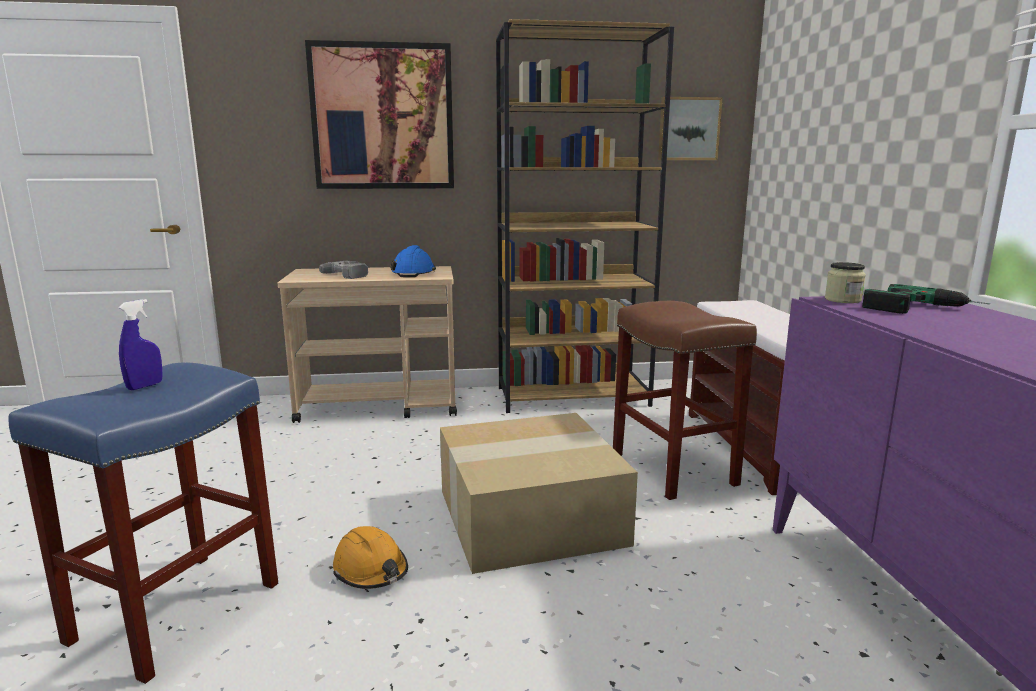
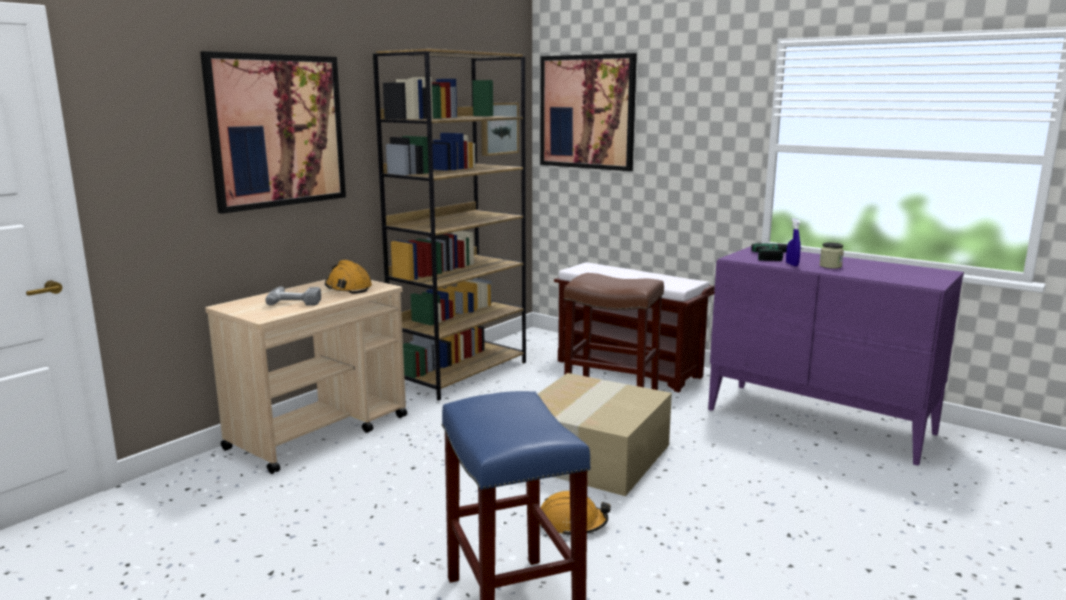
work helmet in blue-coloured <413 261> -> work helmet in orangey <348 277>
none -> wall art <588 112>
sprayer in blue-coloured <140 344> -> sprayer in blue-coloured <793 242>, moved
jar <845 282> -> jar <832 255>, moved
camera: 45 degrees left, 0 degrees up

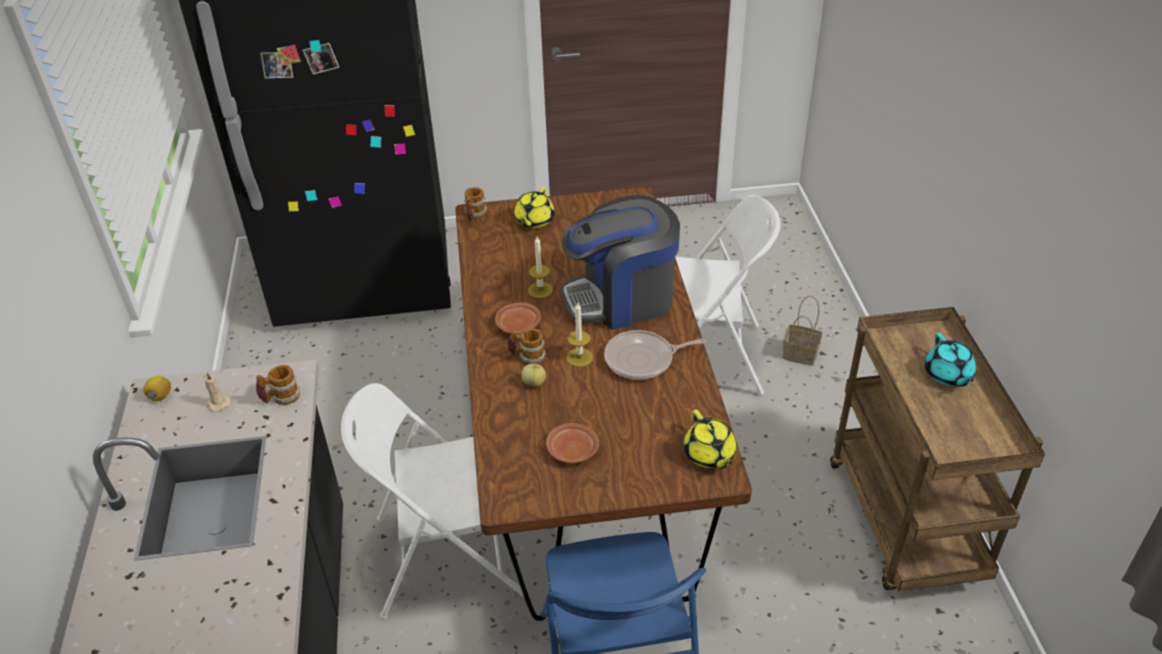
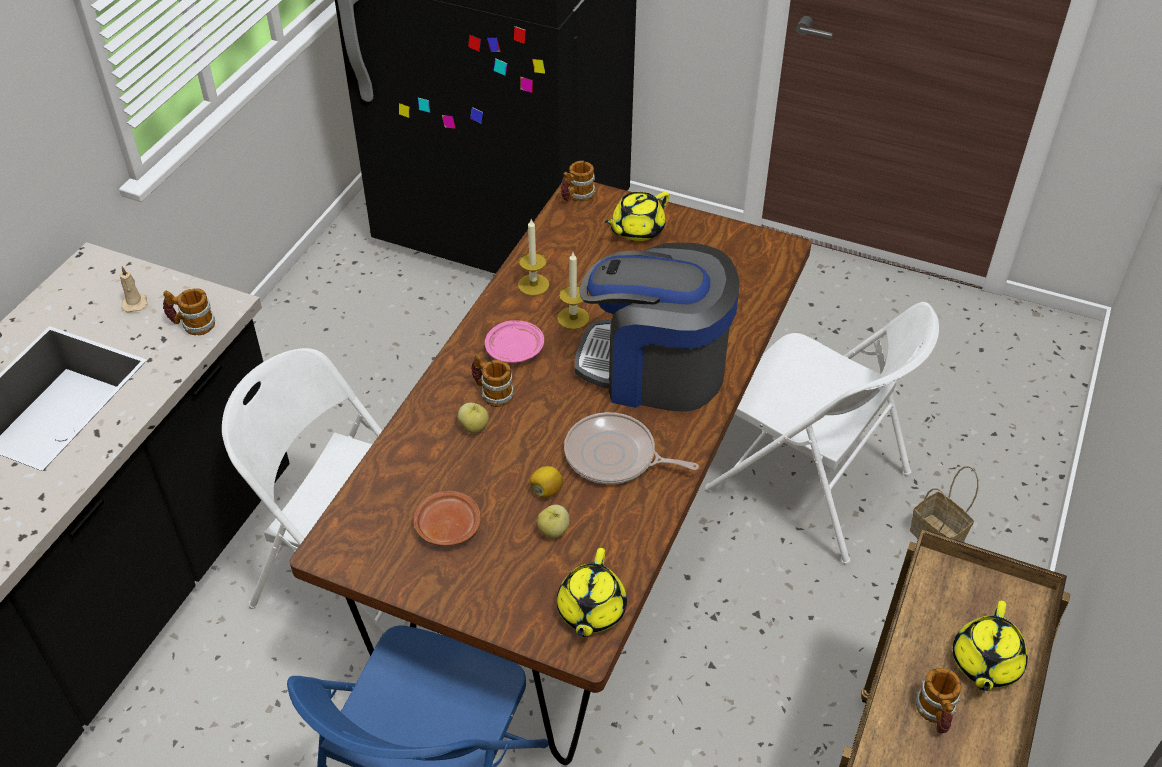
dinner plate in brown <518 318> -> dinner plate in pinkish <514 341>
candle <579 335> -> candle <533 257>, moved
whole lemon <157 388> -> whole lemon <546 482>, moved
none -> apple fruit <553 521>
none -> coffee mug <939 700>
tea pot in turquoise <950 360> -> tea pot in yellow <990 646>
camera: 30 degrees right, 5 degrees up

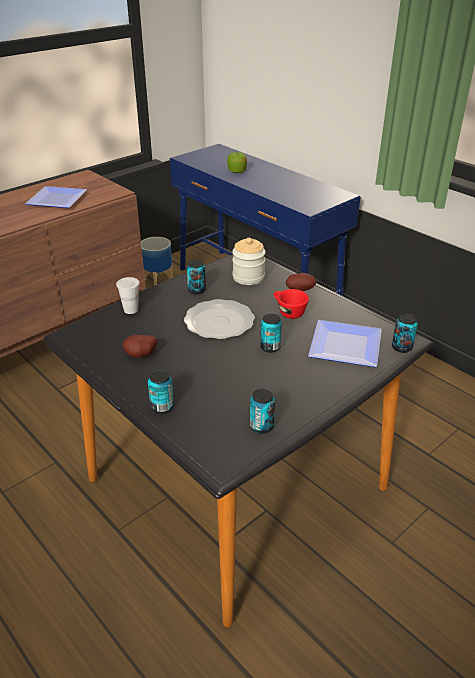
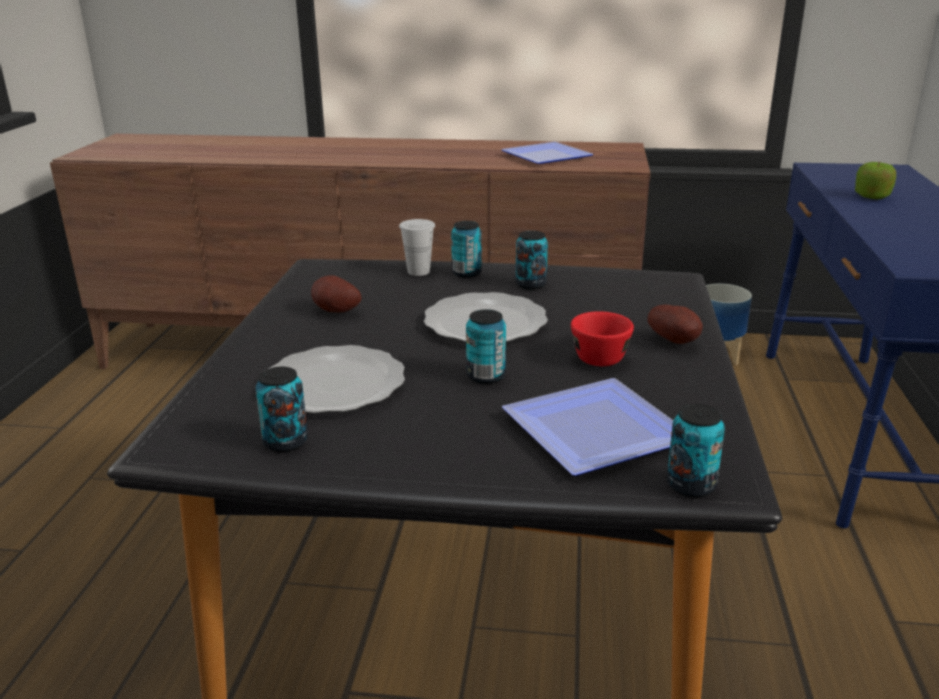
none -> dinner plate <336 379>
sealed can <161 392> -> sealed can <466 249>, moved
jar <249 261> -> none
camera: 50 degrees right, 10 degrees down

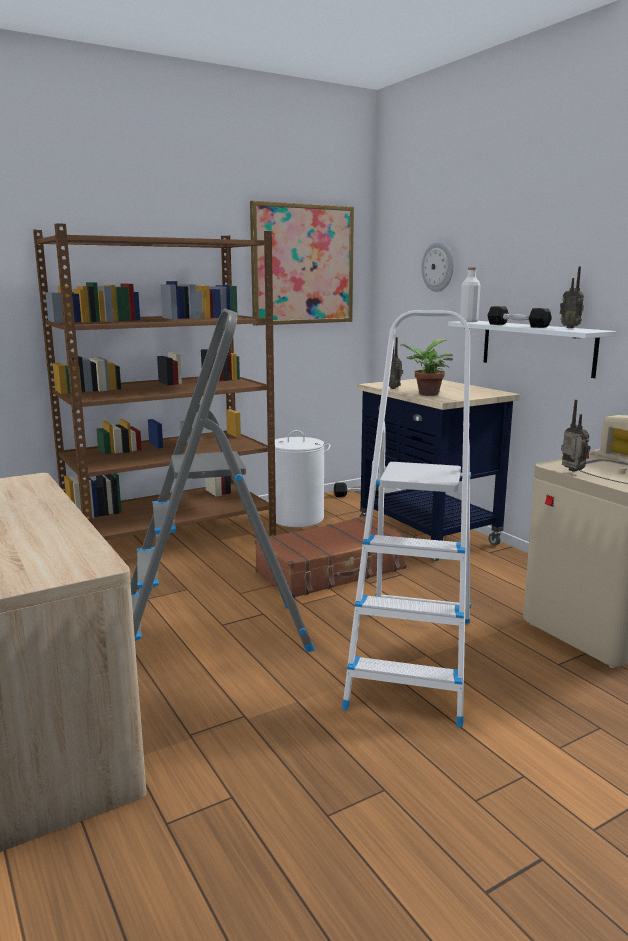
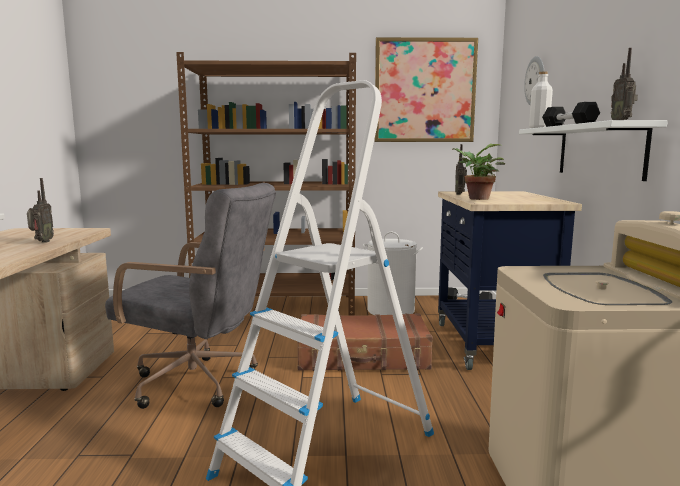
radio receiver <576 436> -> radio receiver <40 210>, moved
step ladder in greyish <222 480> -> office chair in greyish <190 296>
camera: 30 degrees right, 5 degrees down

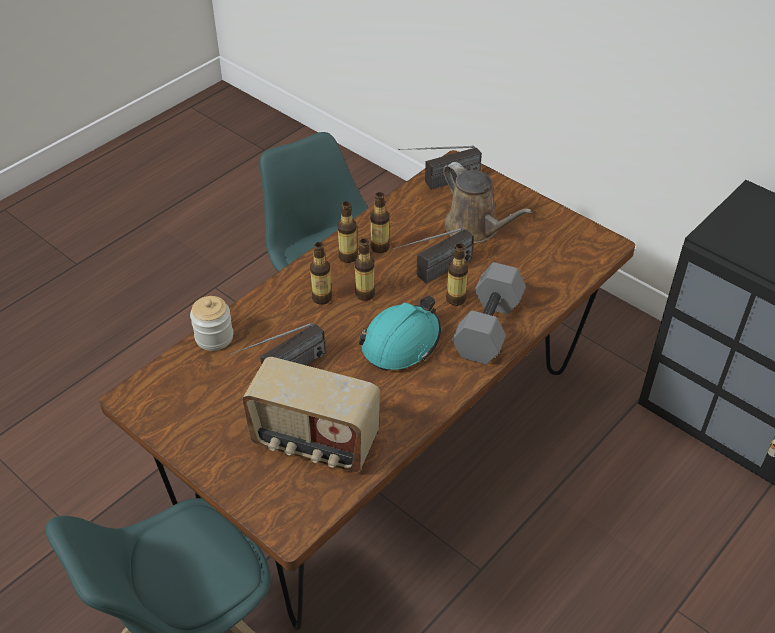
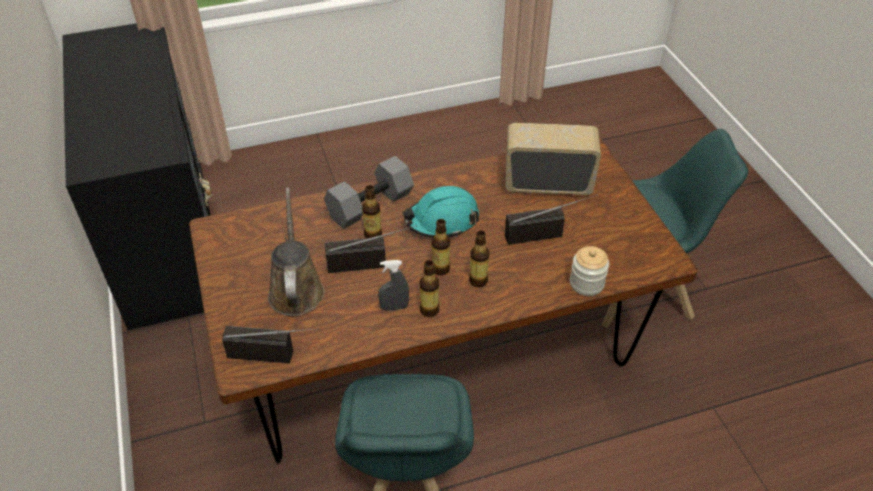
drink bottle <380 222> -> sprayer in greyish <393 285>
radio receiver <311 414> -> radio receiver <553 159>, 45 degrees counterclockwise
camera: 150 degrees left, 0 degrees up

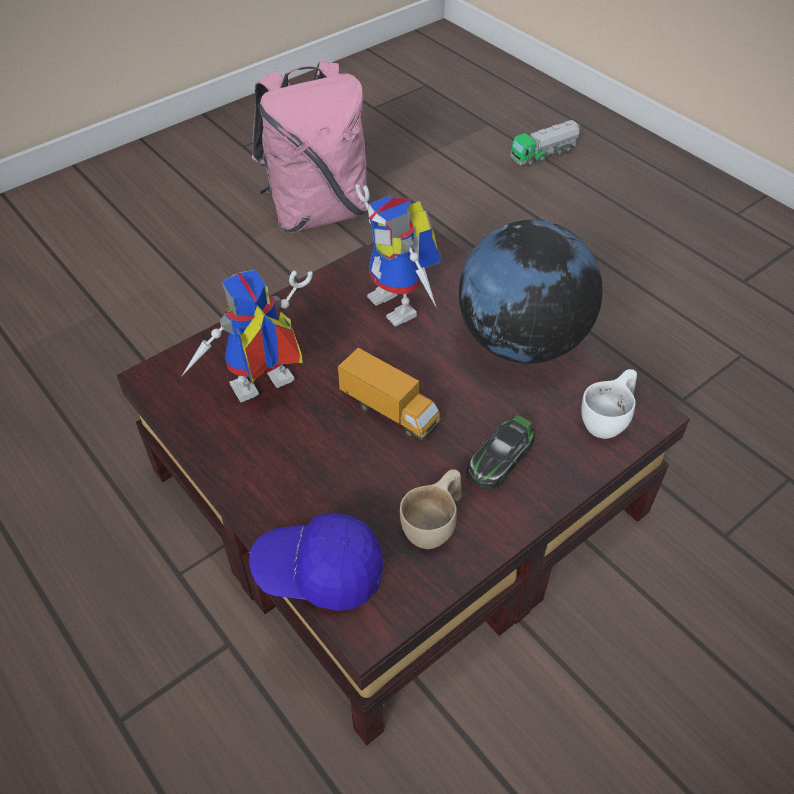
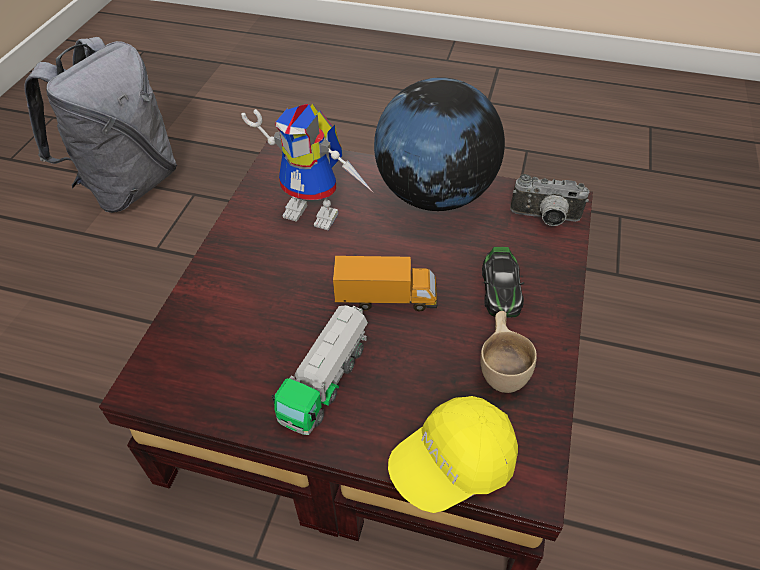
backpack in pinkish <309 146> -> backpack in greyish <100 125>
toy truck <545 143> -> toy truck <320 370>, moved
cap in blue-coloured <316 562> -> cap in yellow <453 454>
small cup in white-coloured <609 404> -> photo camera <549 200>
toy robot <247 336> -> none
camera: 35 degrees left, 0 degrees up

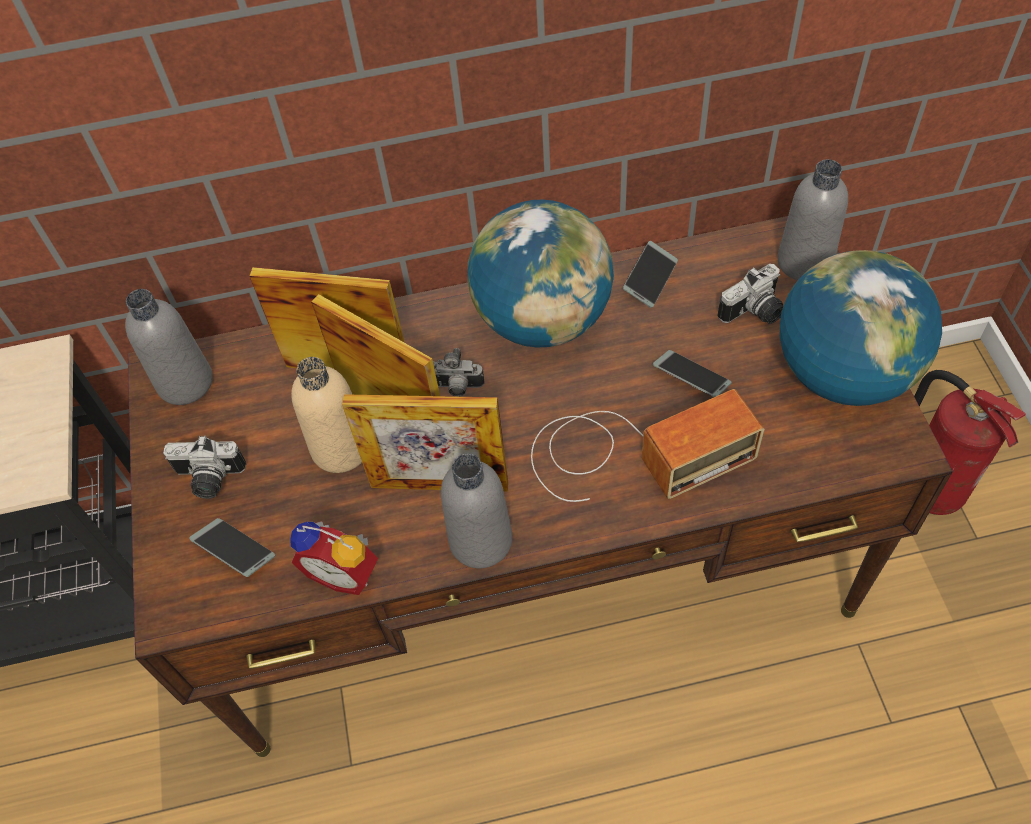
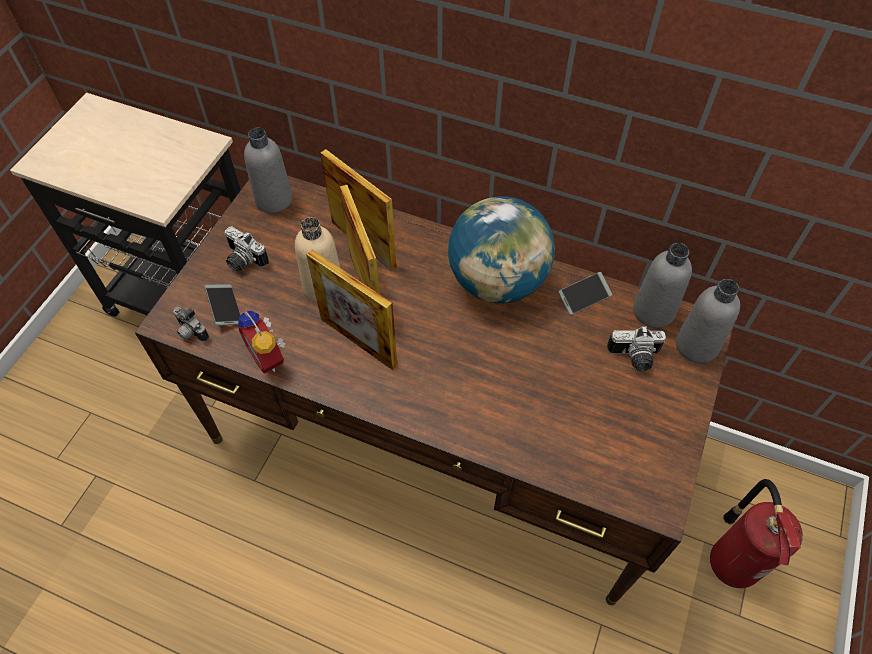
photo camera <459 372> -> photo camera <191 324>, moved
drink bottle in greyish <477 511> -> drink bottle in greyish <662 285>, moved
radio receiver <648 445> -> none
handset <692 373> -> none
desk globe <860 328> -> none
camera: 30 degrees right, 0 degrees up

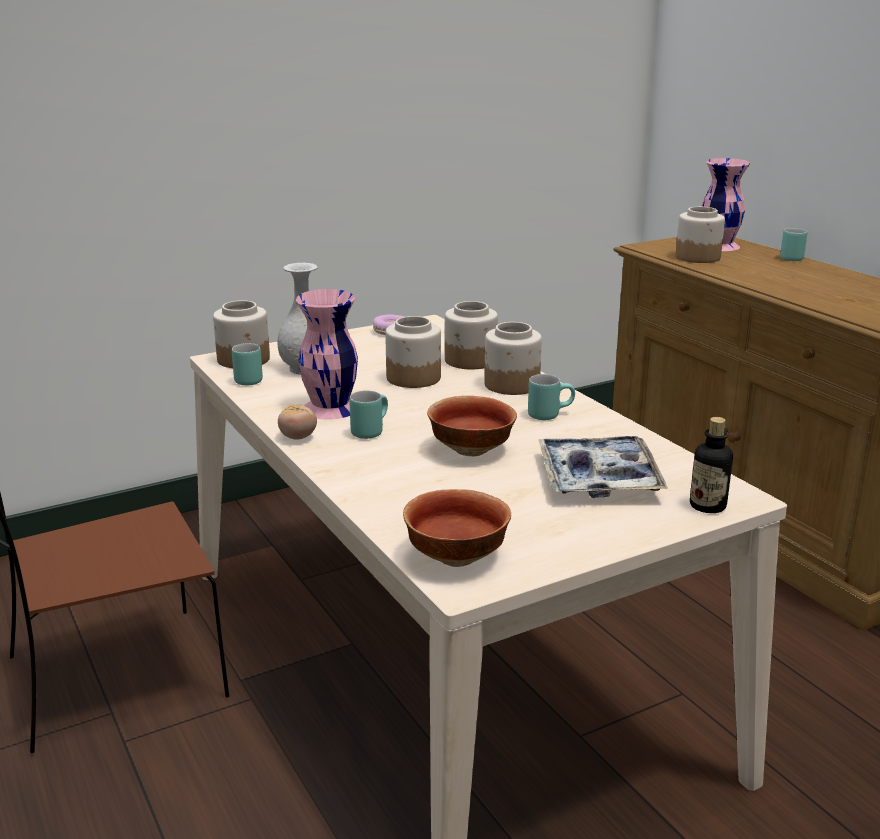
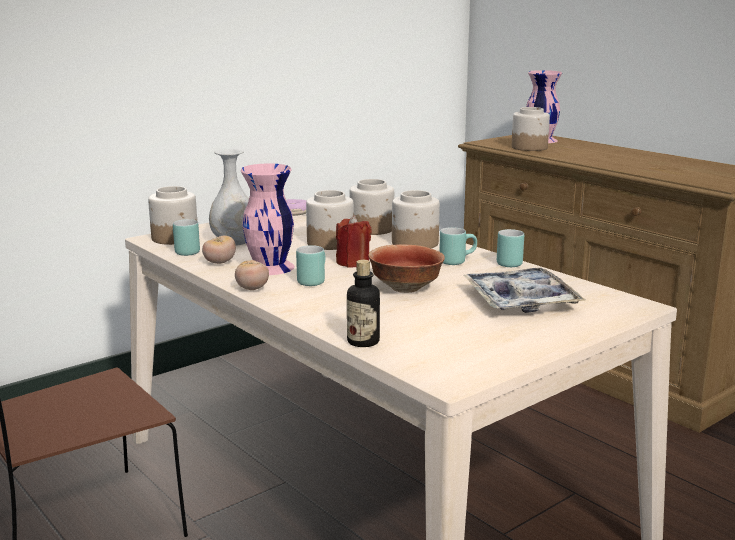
none -> fresh tomato <219 250>
none -> candle in reddish <354 241>
drink bottle <711 465> -> drink bottle <363 303>, moved
coffee mug in turquoise <794 244> -> coffee mug in turquoise <510 248>, moved
bowl <457 528> -> none
camera: 10 degrees left, 5 degrees down

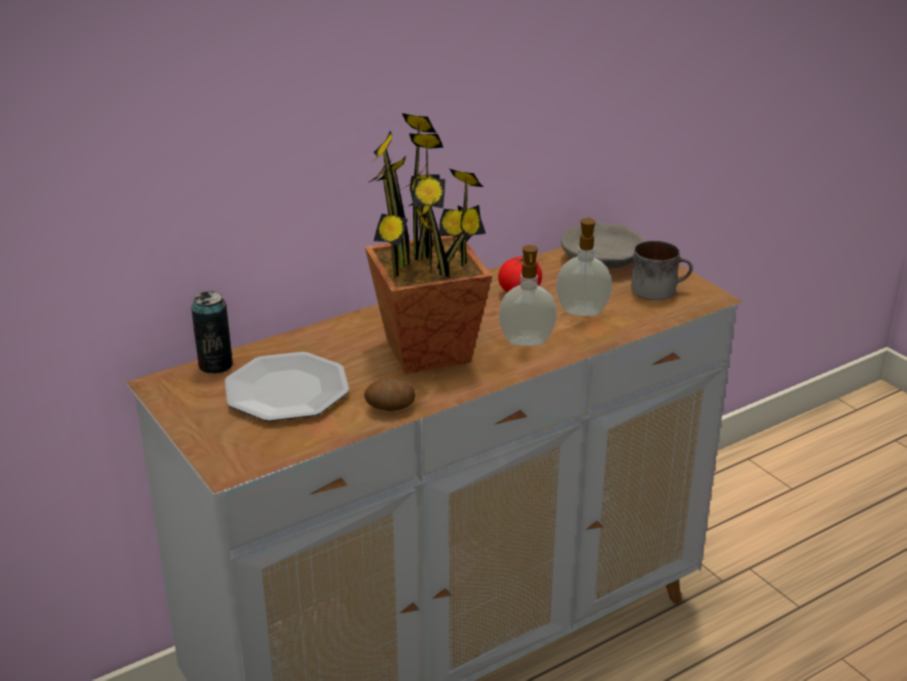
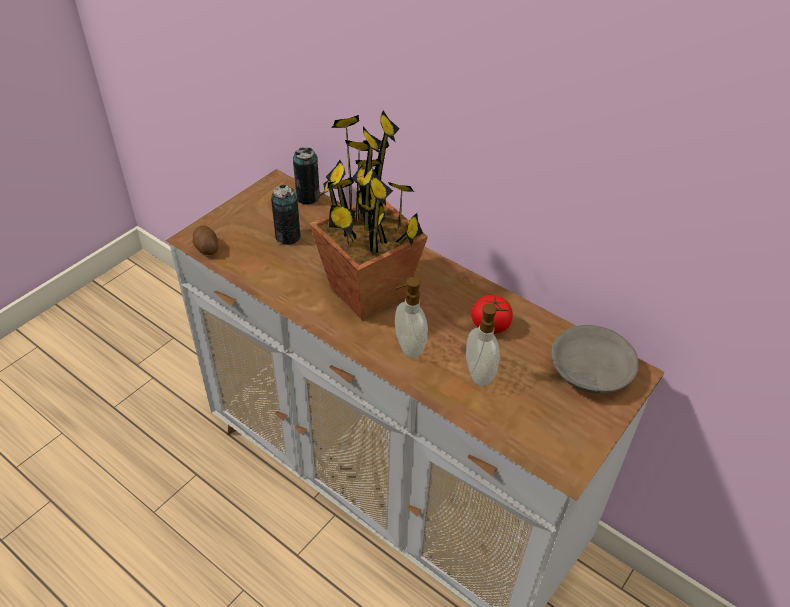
spud <390 394> -> spud <205 240>, moved
dinner plate <287 386> -> sealed can <286 215>
coffee mug <662 270> -> none
camera: 70 degrees right, 15 degrees up

